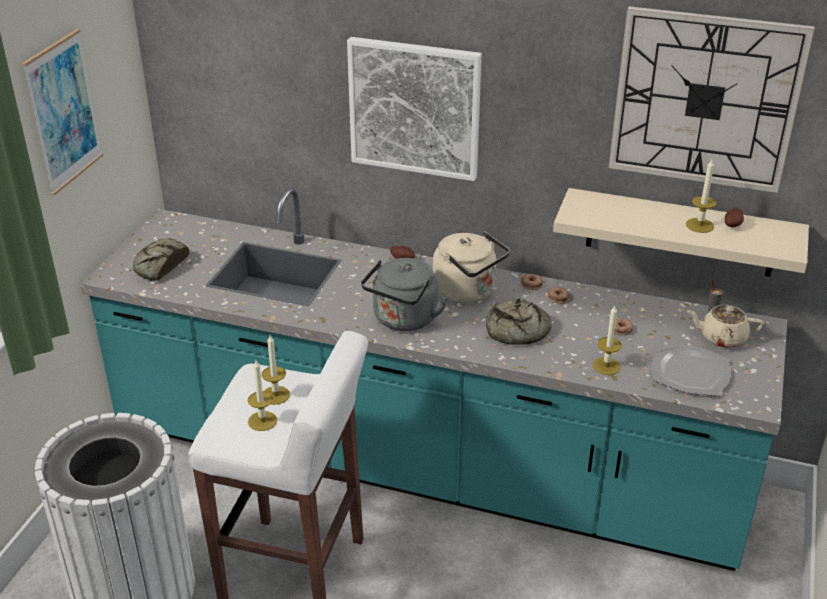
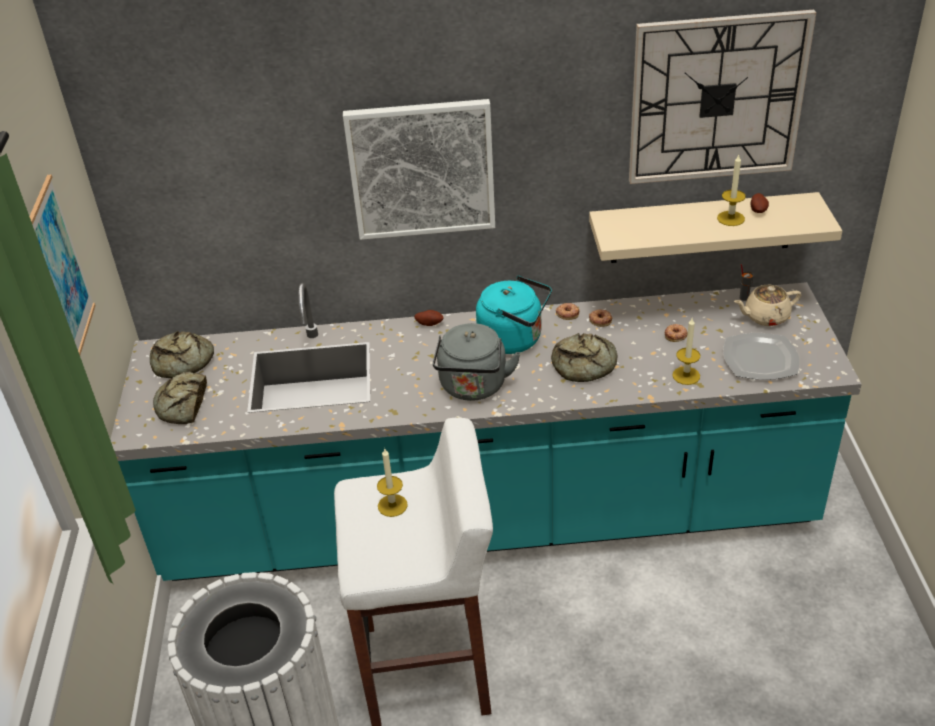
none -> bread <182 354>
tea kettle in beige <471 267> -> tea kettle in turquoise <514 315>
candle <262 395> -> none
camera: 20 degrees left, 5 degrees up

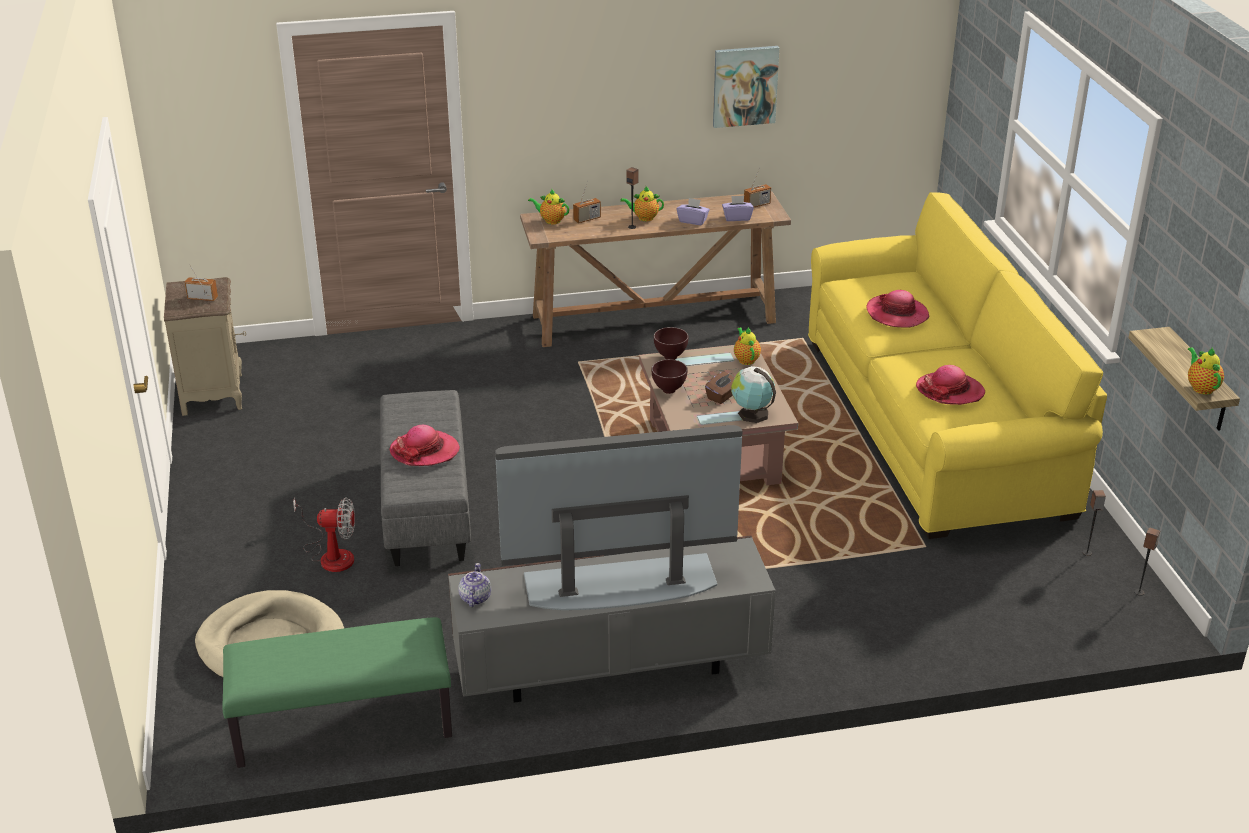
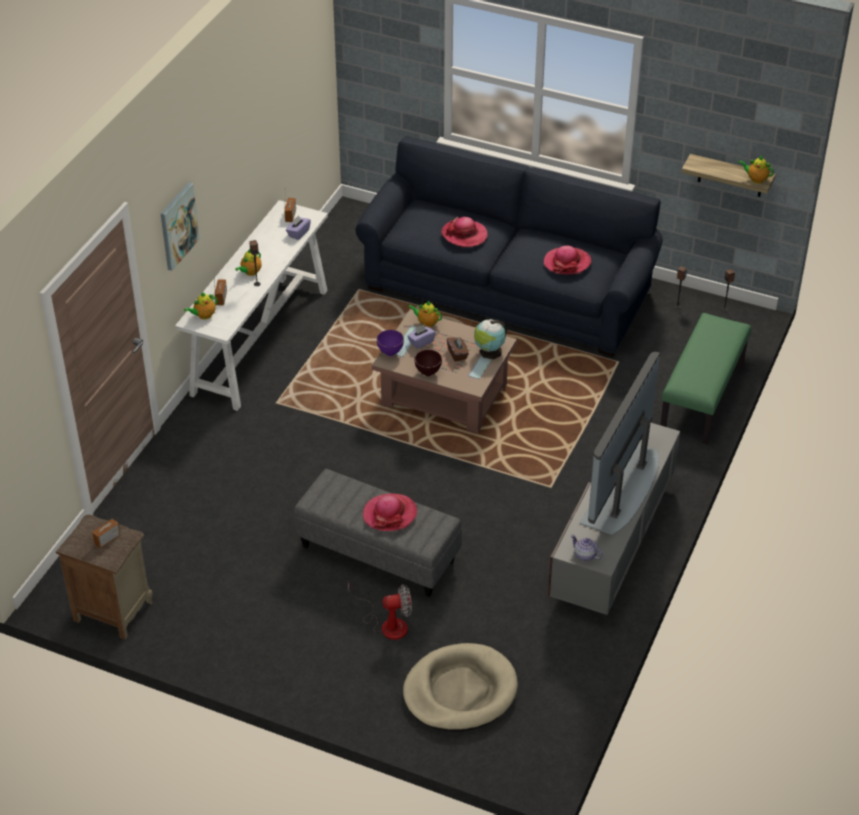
wall art <746 87> -> wall art <180 226>, moved
narrow table in brown <655 269> -> narrow table in white-coloured <251 305>
electric fan <324 534> -> electric fan <380 611>, 45 degrees clockwise
settee in yellow <957 365> -> settee in blue-coloured <509 246>
bowl in brown <671 343> -> bowl in purple-coloured <390 343>
tissue box in purple-coloured <693 211> -> tissue box in purple-coloured <421 336>, moved
indoor bench in green <337 692> -> indoor bench in green <705 379>, moved
camera: 55 degrees left, 10 degrees up

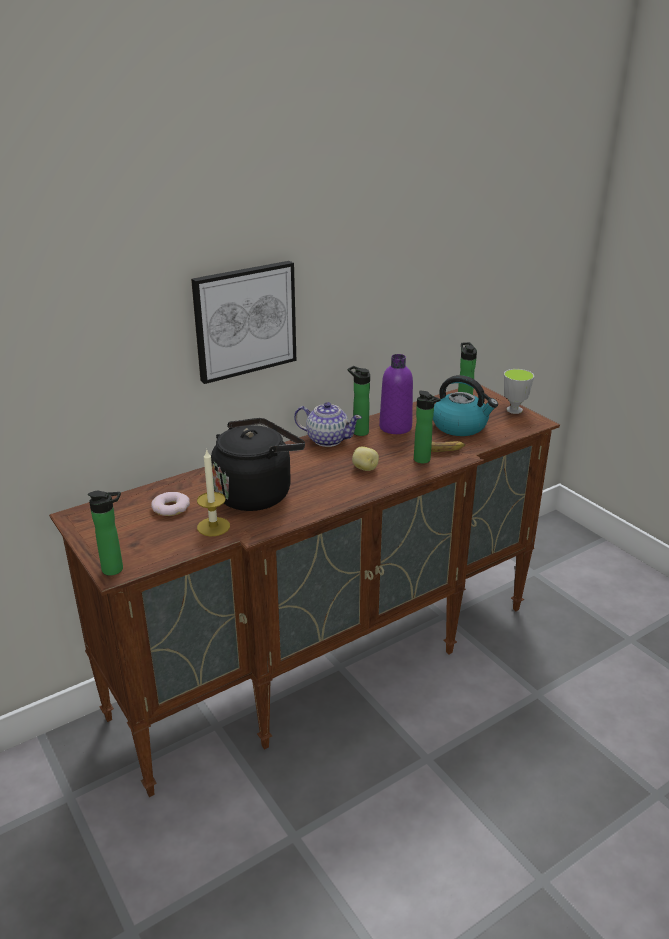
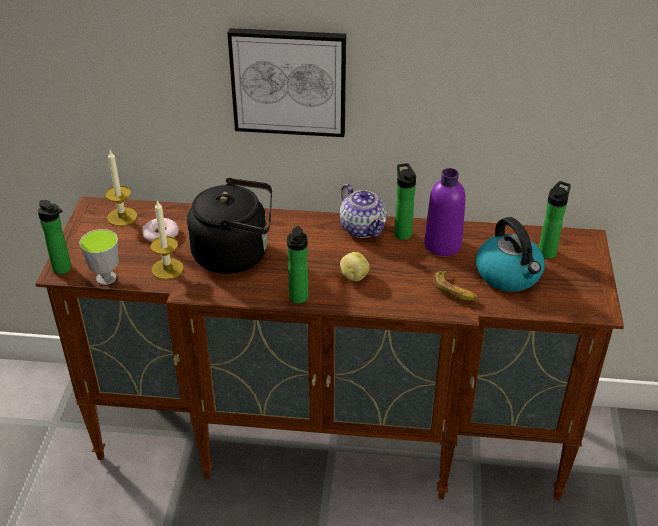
small cup <519 391> -> small cup <99 257>, moved
none -> candle <121 188>
drink bottle <427 427> -> drink bottle <297 265>, moved
camera: 40 degrees right, 10 degrees up

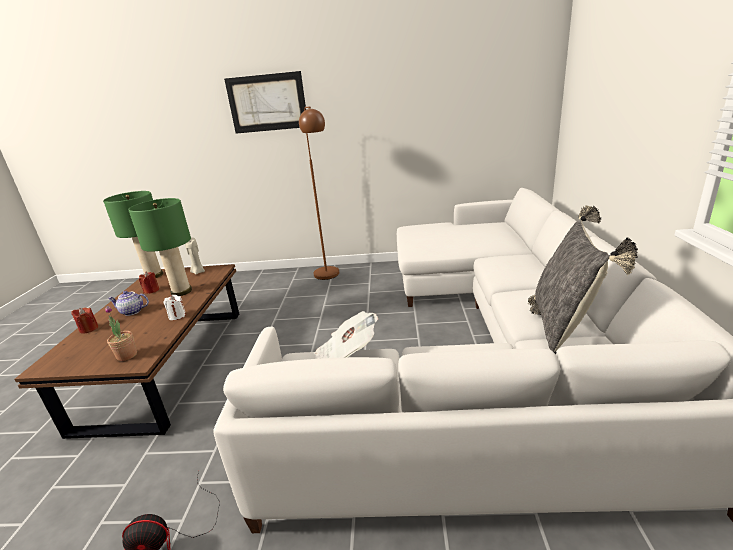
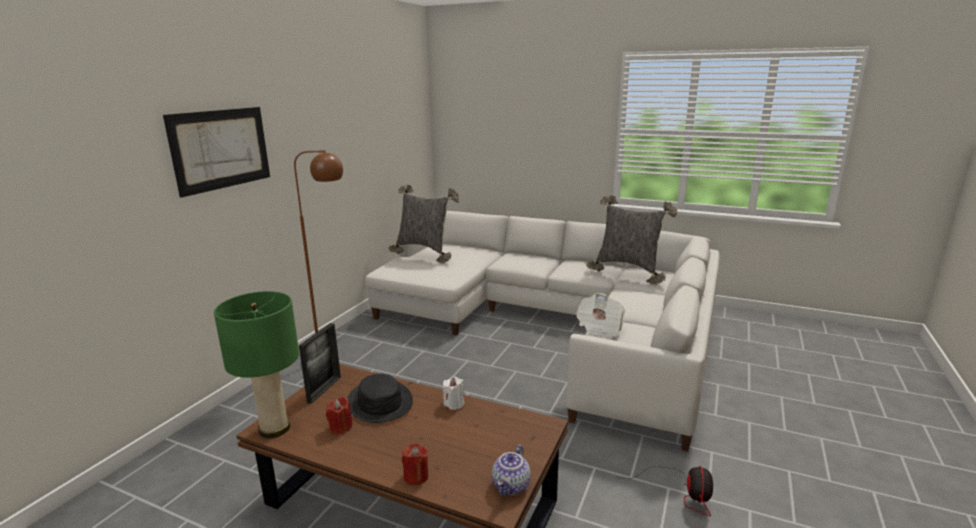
candle in beige <195 256> -> photo frame <320 363>
lamp for a table in green <160 247> -> wearable hat in black <380 398>
none -> cushion <424 224>
tea pot <128 303> -> tea pot <511 470>, moved
houseplant <121 333> -> none
camera: 70 degrees left, 5 degrees down

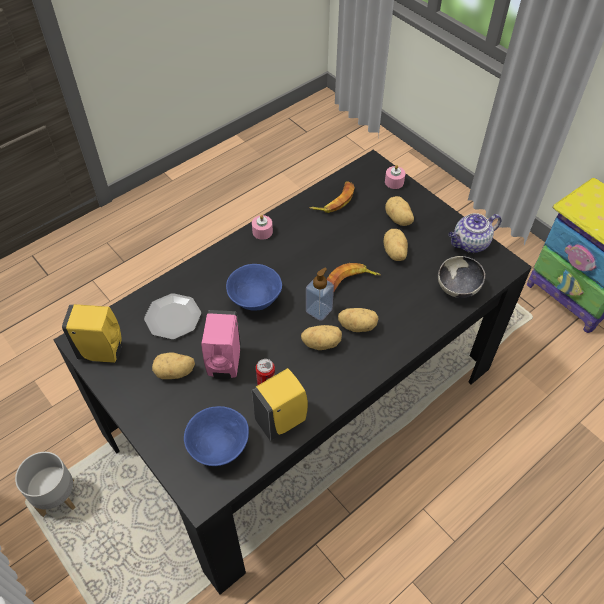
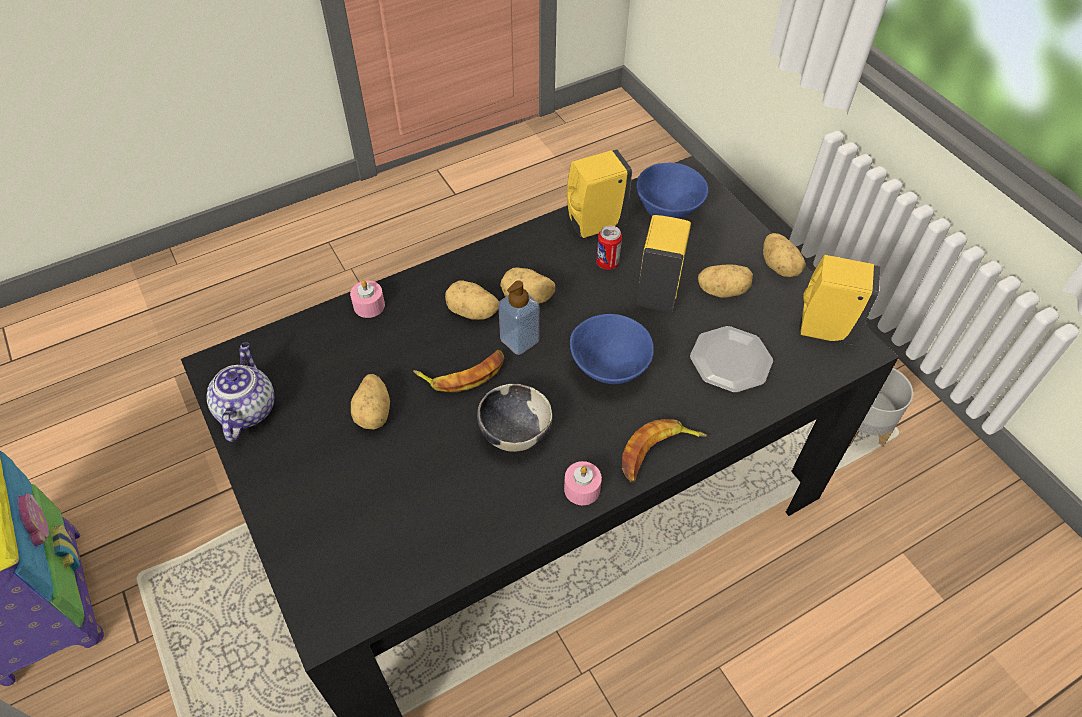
tea pot <474 233> -> tea pot <240 392>, 75 degrees counterclockwise
candle in pinkish <395 177> -> candle in pinkish <367 299>, moved
bowl <461 277> -> bowl <514 418>, moved
whole banana <332 197> -> whole banana <664 450>, moved
soap dispenser in pinkish <221 344> -> soap dispenser in yellow <663 263>
spud <399 211> -> spud <784 255>, moved
camera: 170 degrees left, 0 degrees up

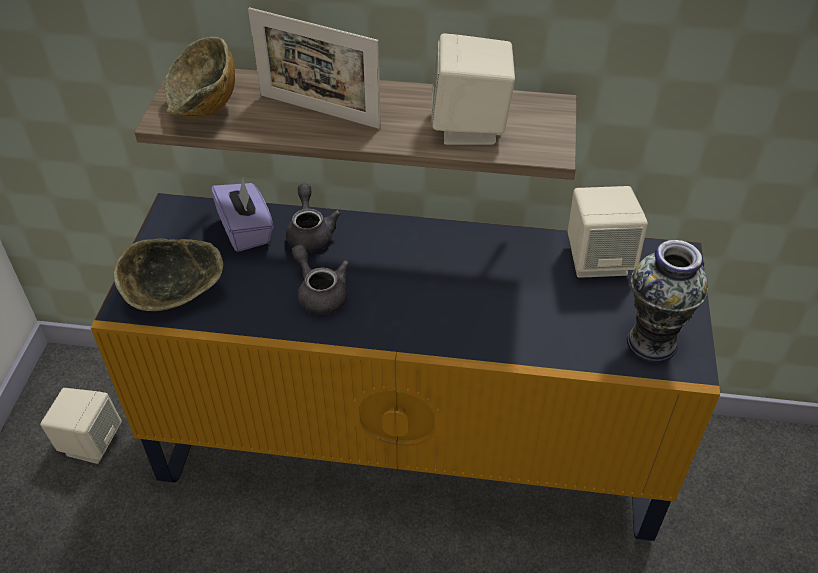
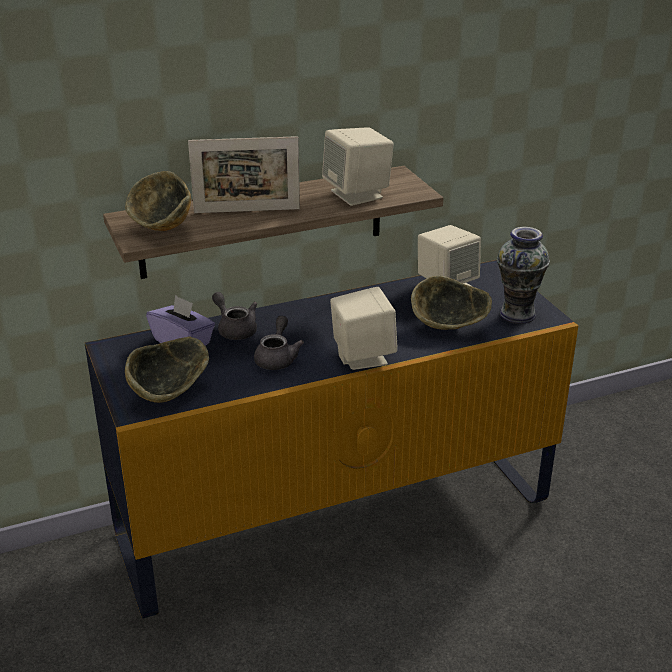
tea pot in greyish <320 279> -> tea pot in greyish <279 343>, 75 degrees clockwise
speaker in beige <81 426> -> speaker in beige <363 328>, moved
none -> bowl <451 303>
camera: 30 degrees left, 15 degrees down

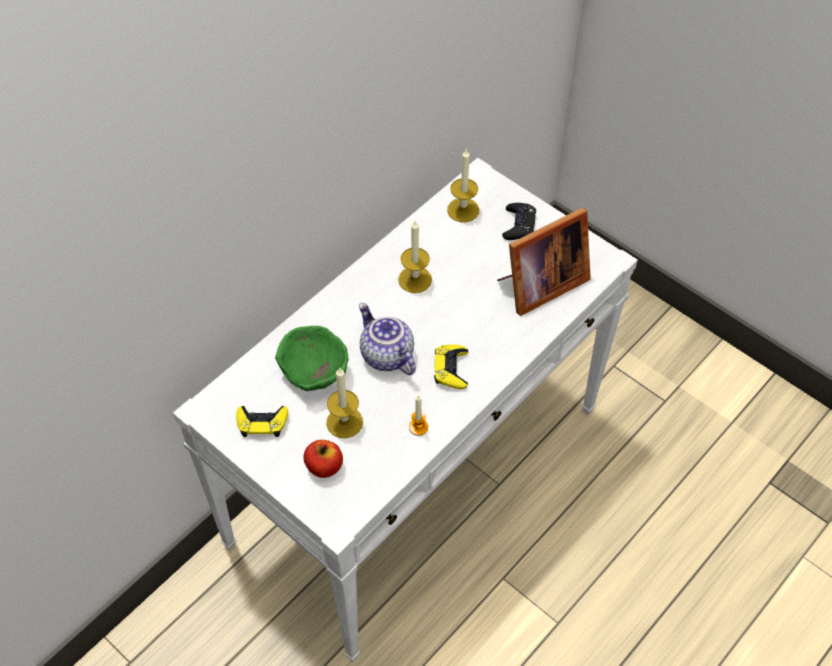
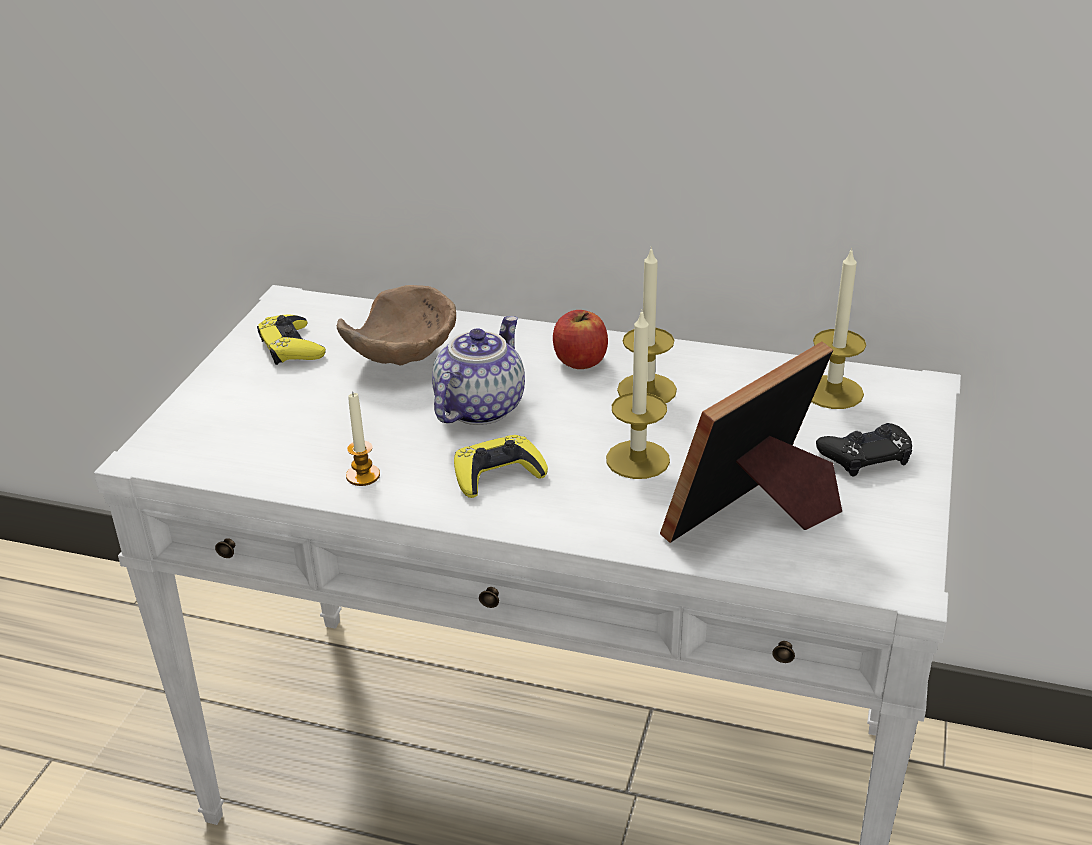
bowl in green <311 358> -> bowl in brown <396 325>
apple fruit <323 459> -> apple fruit <580 339>, moved
candle <344 402> -> candle <638 394>, moved
photo frame <544 262> -> photo frame <751 442>, 105 degrees clockwise
camera: 65 degrees right, 20 degrees down

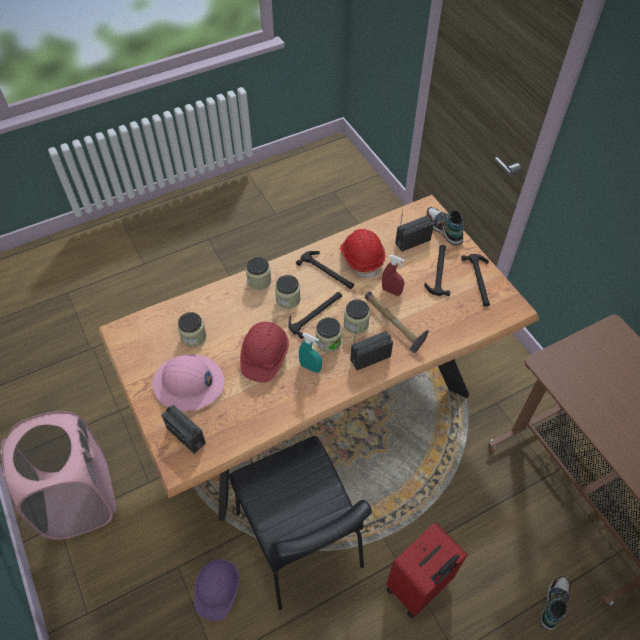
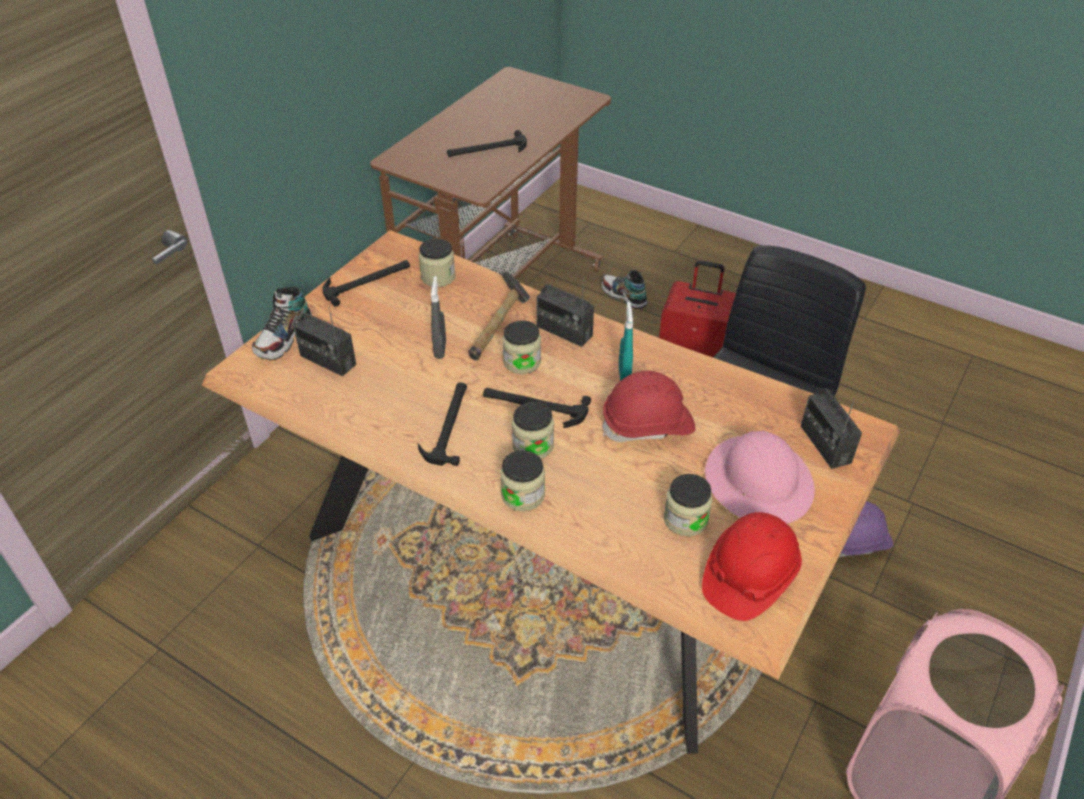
jar <328 334> -> jar <437 263>, moved
sprayer in reddish <393 275> -> sprayer in greyish <438 317>
hand hammer <437 270> -> hand hammer <487 143>, moved
item of footwear <555 602> -> item of footwear <624 289>, 45 degrees clockwise
work helmet in reddish <362 253> -> work helmet in reddish <752 566>, moved
radio receiver <183 429> -> radio receiver <831 428>, 150 degrees clockwise
camera: 120 degrees left, 10 degrees down

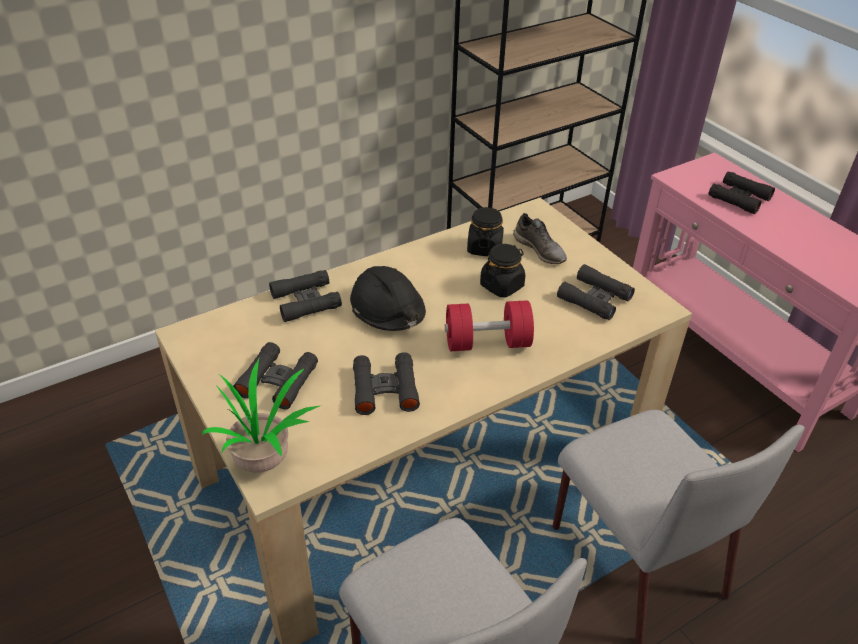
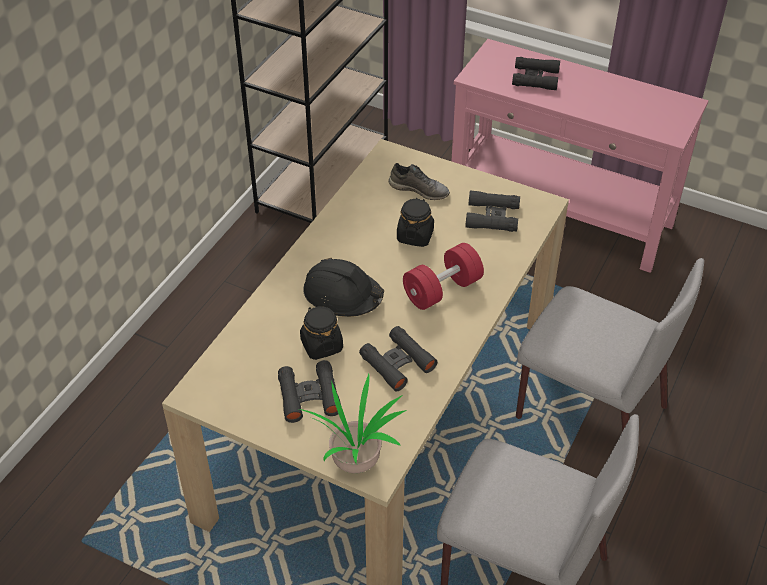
jar in black <485 231> -> jar in black <321 332>, moved
field glasses in black <305 296> -> none
camera: 30 degrees left, 5 degrees up

